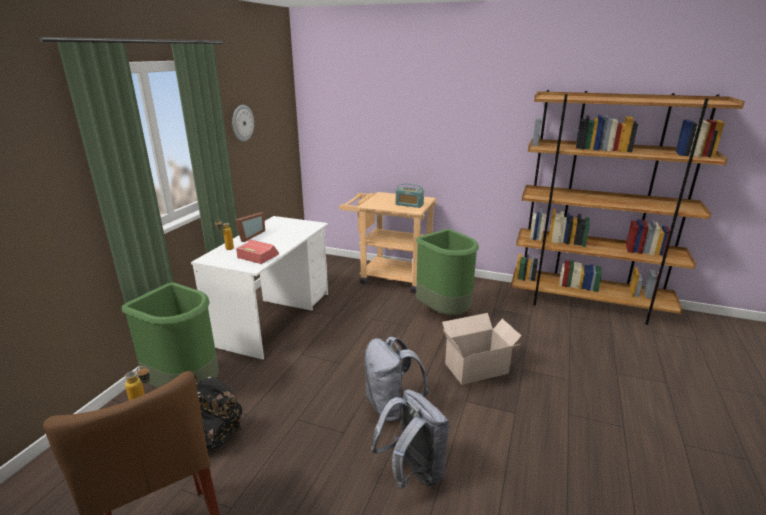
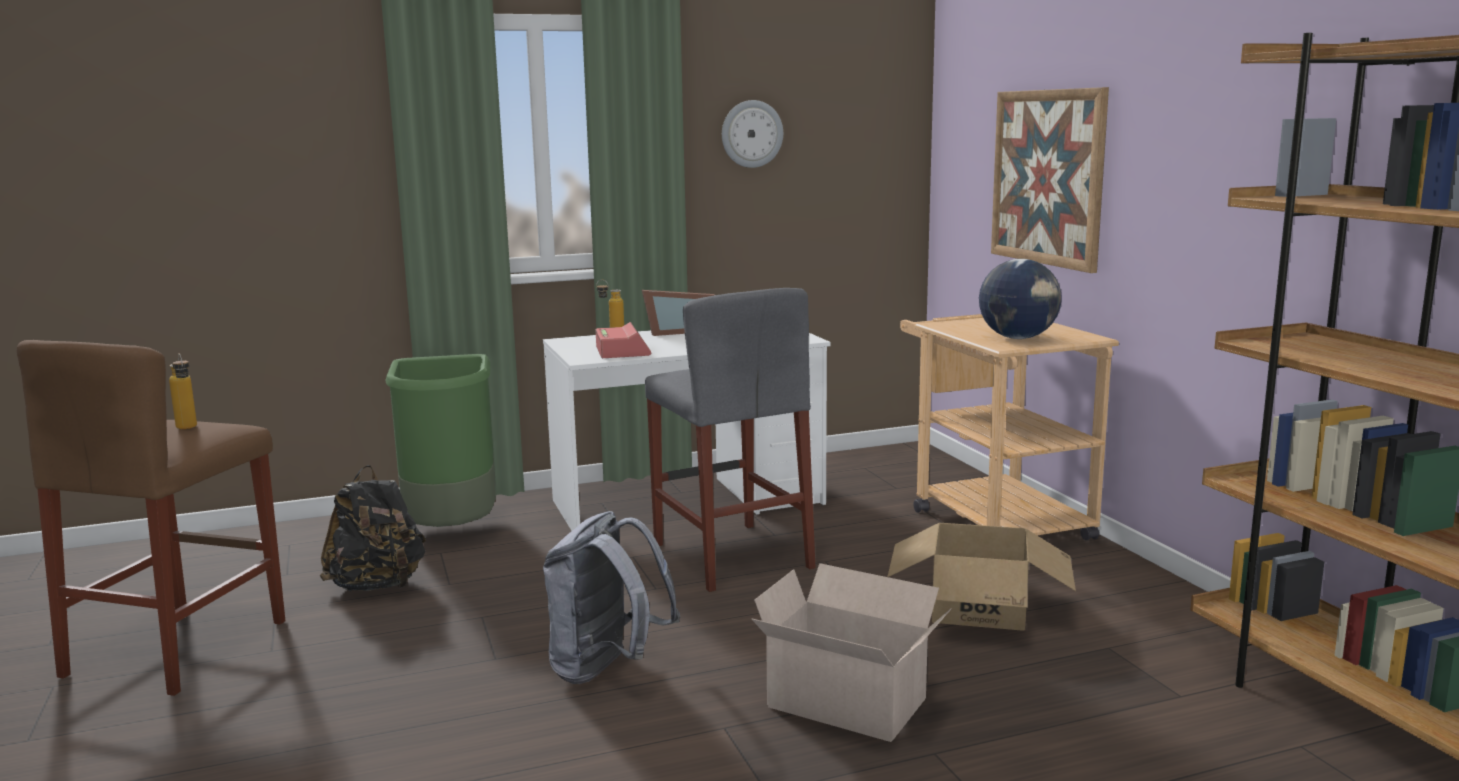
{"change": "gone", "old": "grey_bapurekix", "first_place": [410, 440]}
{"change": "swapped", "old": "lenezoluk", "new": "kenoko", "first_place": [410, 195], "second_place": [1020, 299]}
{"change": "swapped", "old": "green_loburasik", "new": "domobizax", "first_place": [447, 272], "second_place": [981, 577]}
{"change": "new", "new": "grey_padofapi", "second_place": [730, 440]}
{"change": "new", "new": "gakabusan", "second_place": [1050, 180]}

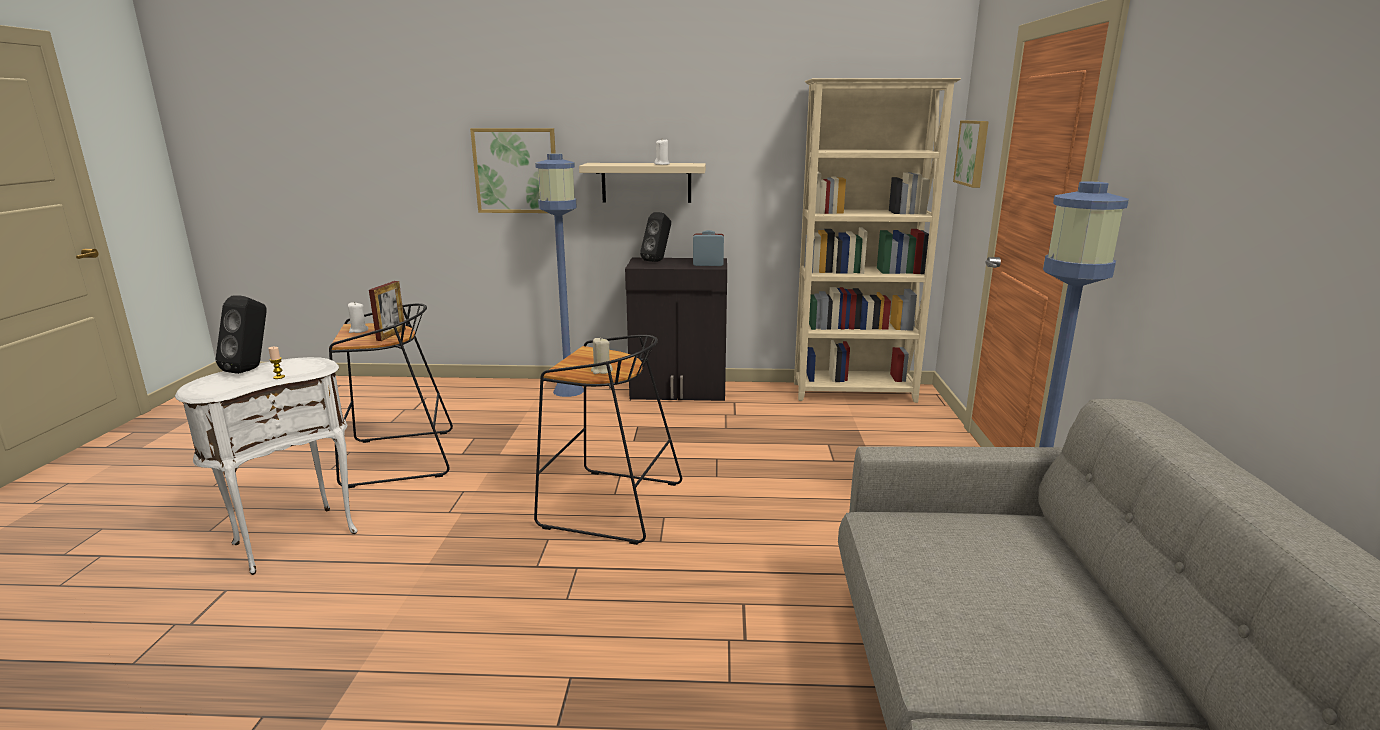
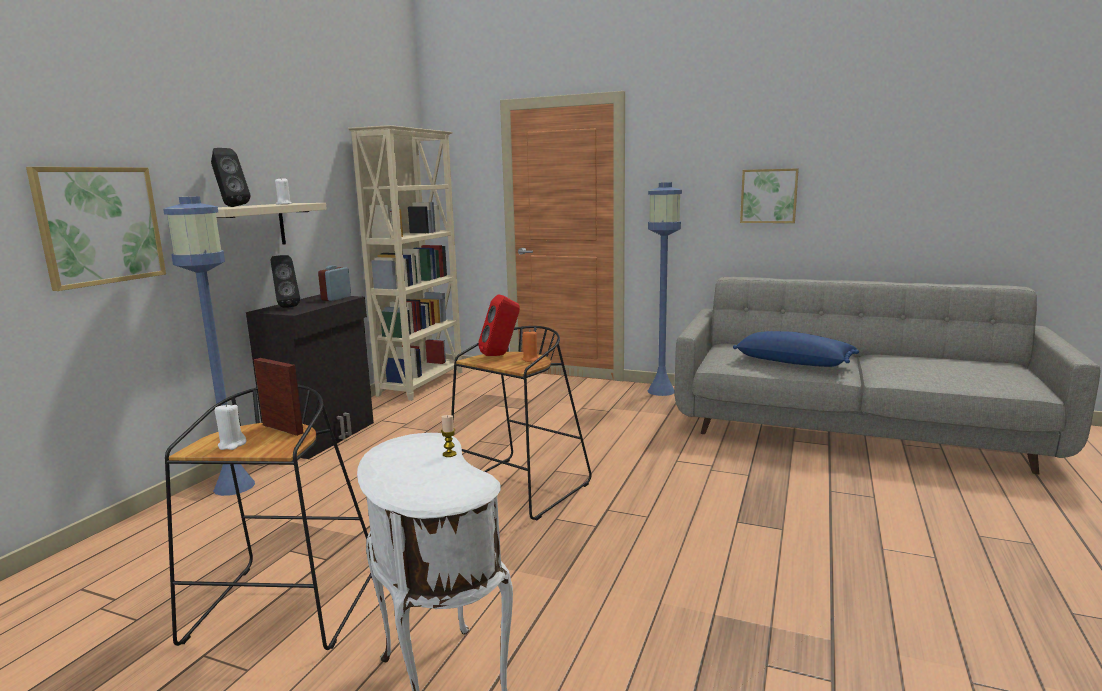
{"change": "shifted", "old": "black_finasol", "first_place": [241, 334], "second_place": [230, 177]}
{"change": "repainted", "old": "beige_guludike", "new": "orange_guludike", "first_place": [602, 355], "second_place": [530, 346]}
{"change": "shifted", "old": "gakabusan", "first_place": [971, 154], "second_place": [769, 195]}
{"change": "new", "new": "red_finasol", "second_place": [499, 325]}
{"change": "new", "new": "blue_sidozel", "second_place": [796, 349]}

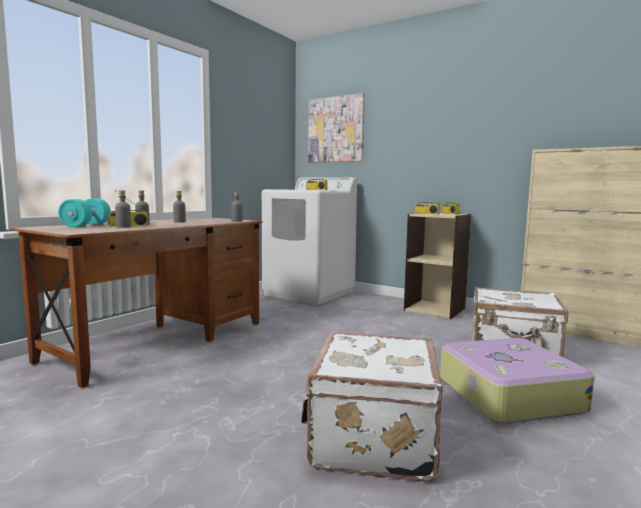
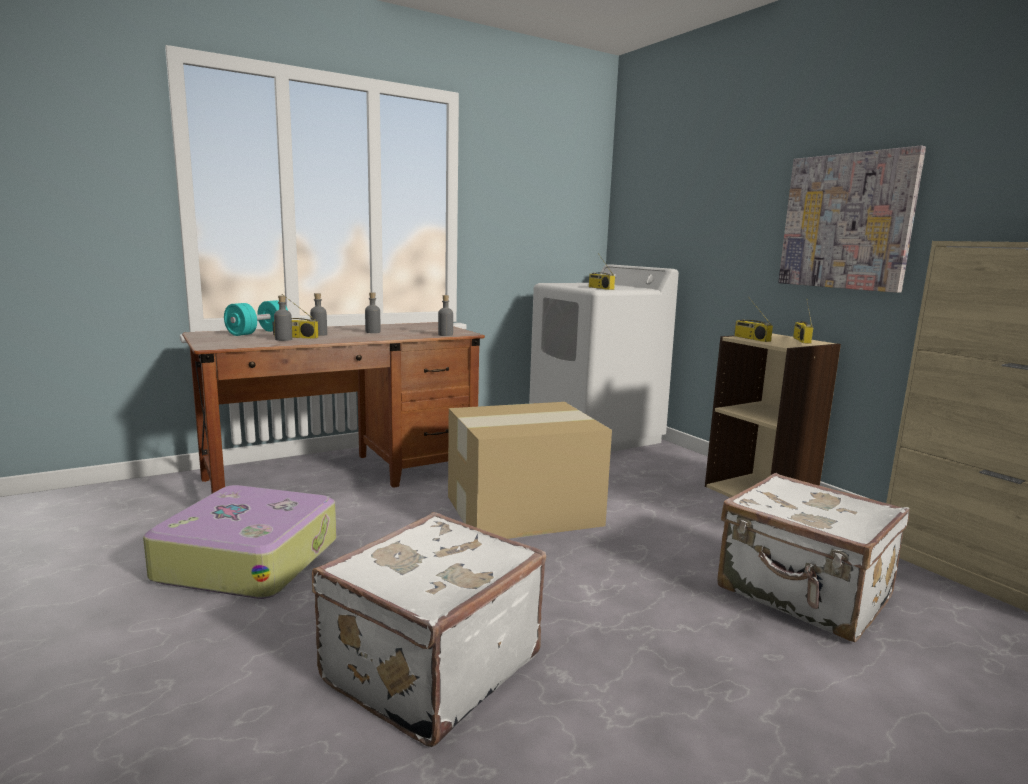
{"change": "shifted", "old": "gakabusan", "first_place": [336, 128], "second_place": [852, 219]}
{"change": "shifted", "old": "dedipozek", "first_place": [517, 381], "second_place": [240, 542]}
{"change": "new", "new": "domobizax", "second_place": [530, 470]}

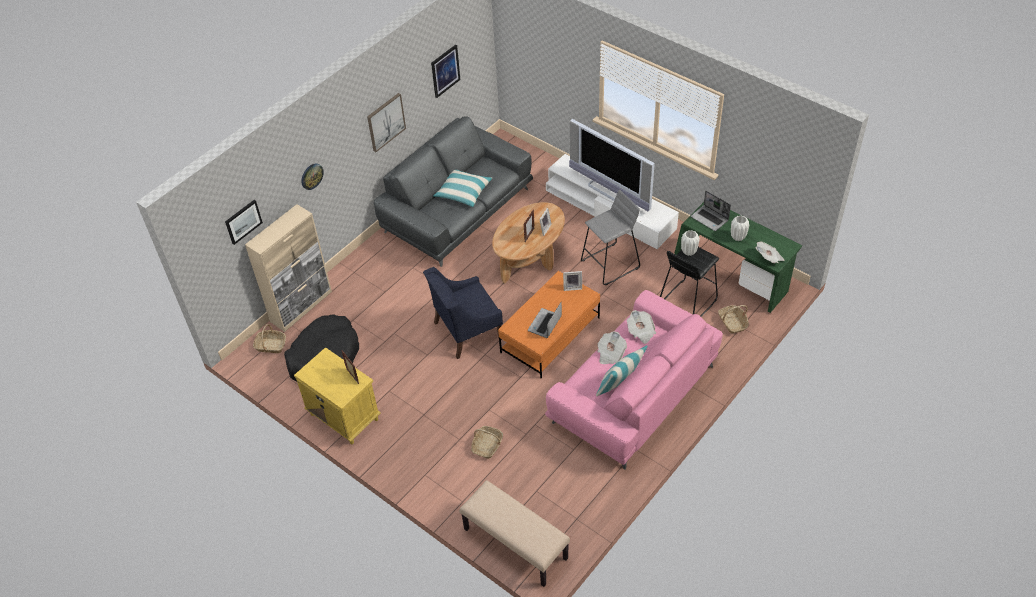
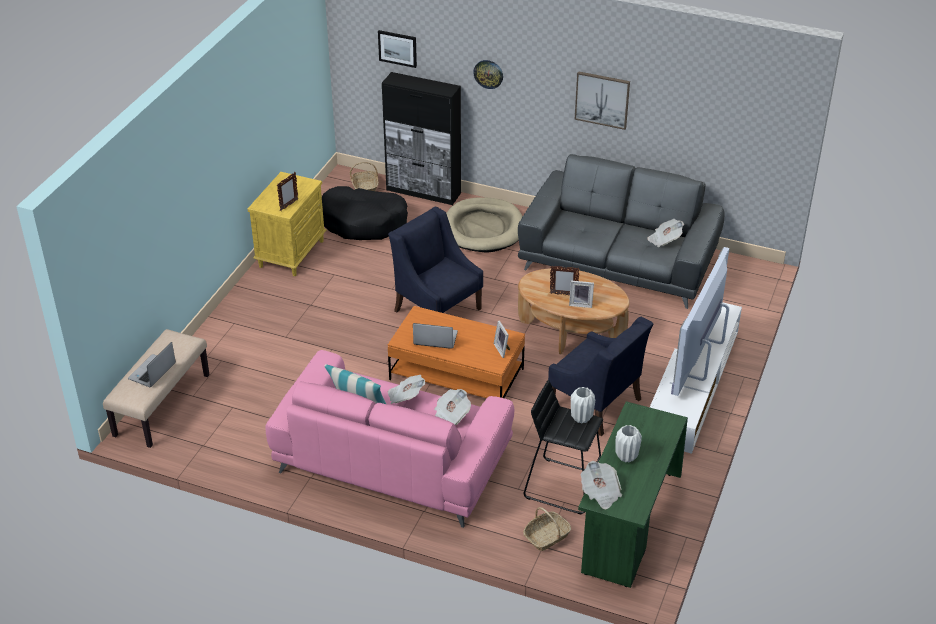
{"change": "repainted", "old": "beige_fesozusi", "new": "black_fesozusi", "first_place": [288, 268], "second_place": [421, 138]}
{"change": "gone", "old": "gakabusan", "first_place": [445, 71]}
{"change": "gone", "old": "sidozel", "first_place": [462, 188]}
{"change": "gone", "old": "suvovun", "first_place": [487, 442]}
{"change": "swapped", "old": "grey_padofapi", "new": "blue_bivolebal", "first_place": [610, 237], "second_place": [600, 376]}
{"change": "shifted", "old": "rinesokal", "first_place": [711, 211], "second_place": [152, 364]}
{"change": "new", "new": "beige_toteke", "second_place": [484, 225]}
{"change": "new", "new": "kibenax", "second_place": [665, 233]}

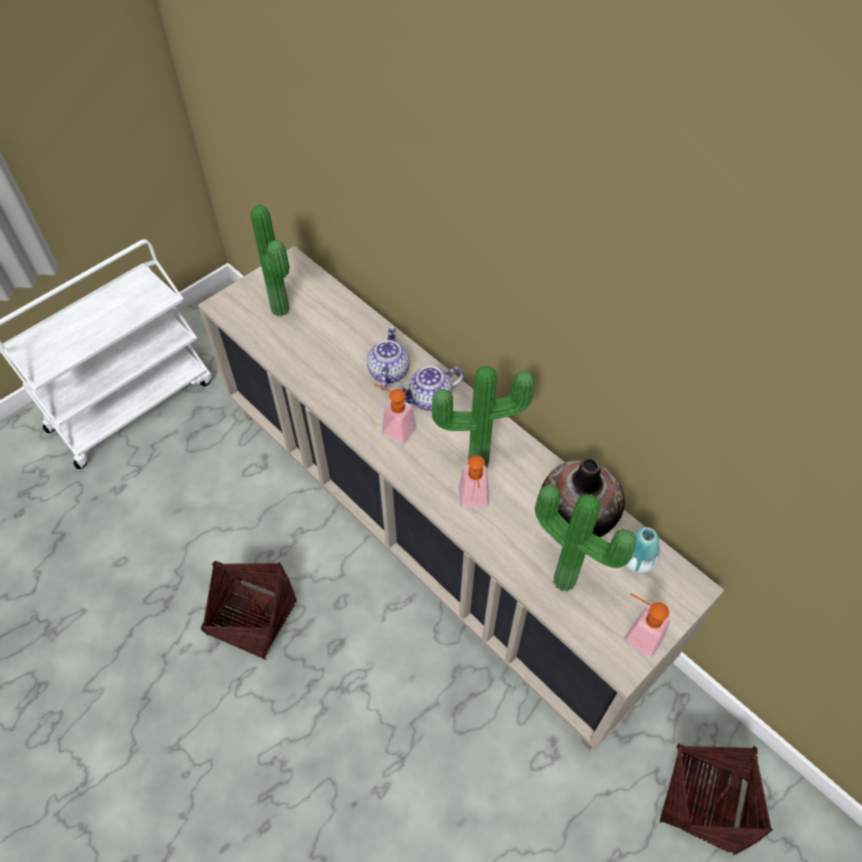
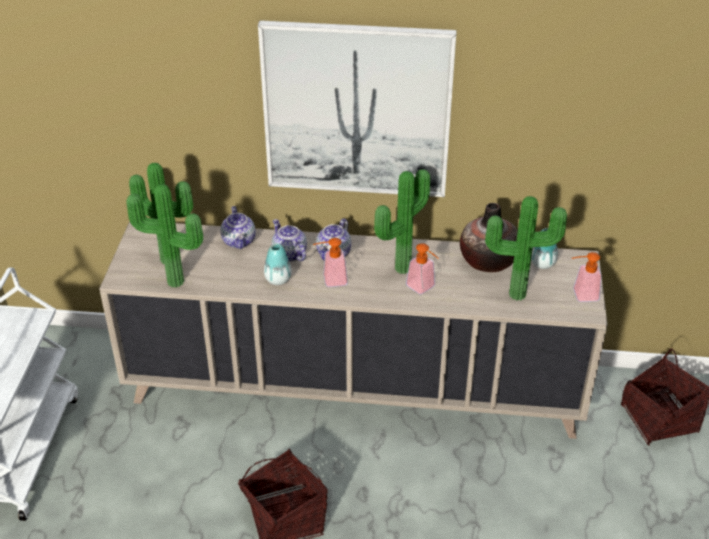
{"change": "new", "new": "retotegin", "second_place": [164, 236]}
{"change": "new", "new": "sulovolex", "second_place": [238, 227]}
{"change": "new", "new": "gakabusan", "second_place": [357, 108]}
{"change": "new", "new": "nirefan", "second_place": [278, 264]}

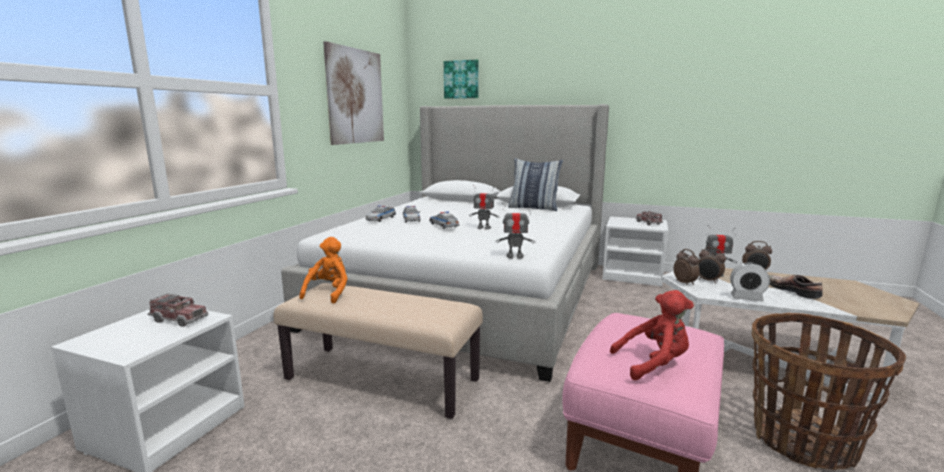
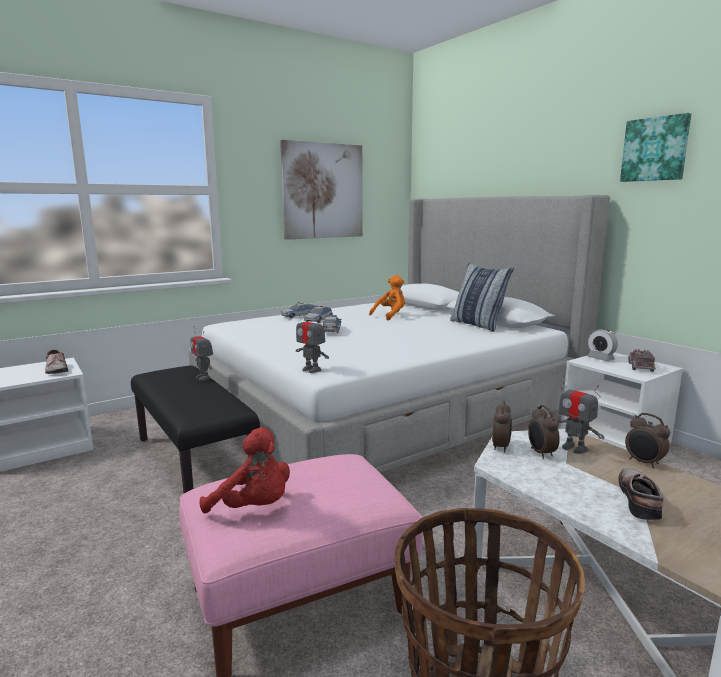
{"change": "swapped", "old": "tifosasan", "new": "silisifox", "first_place": [178, 310], "second_place": [57, 361]}
{"change": "repainted", "old": "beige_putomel", "new": "black_putomel", "first_place": [378, 351], "second_place": [195, 429]}
{"change": "shifted", "old": "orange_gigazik", "first_place": [323, 270], "second_place": [387, 297]}
{"change": "shifted", "old": "gakabusan", "first_place": [461, 79], "second_place": [655, 147]}
{"change": "shifted", "old": "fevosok", "first_place": [484, 207], "second_place": [202, 353]}
{"change": "shifted", "old": "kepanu", "first_place": [750, 282], "second_place": [602, 345]}

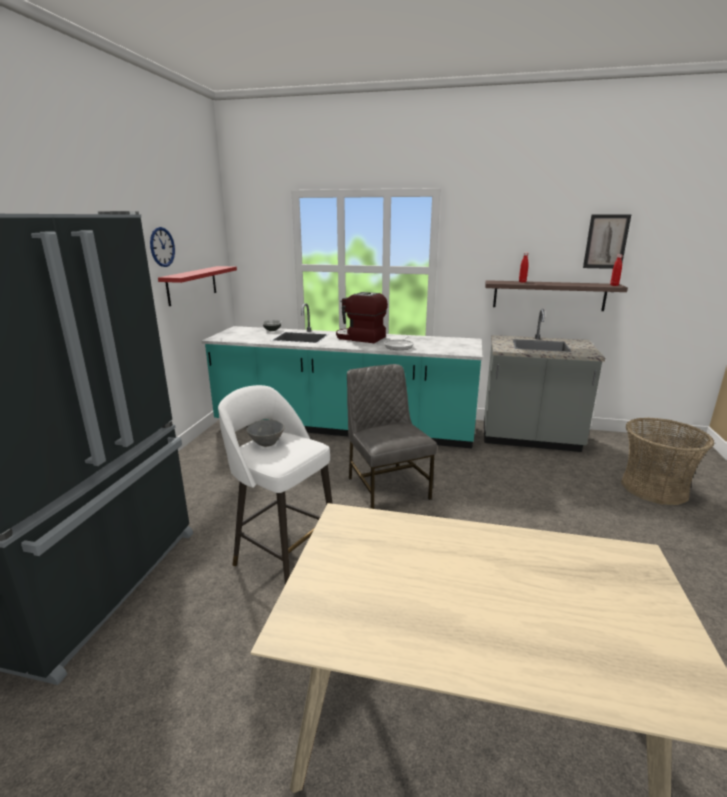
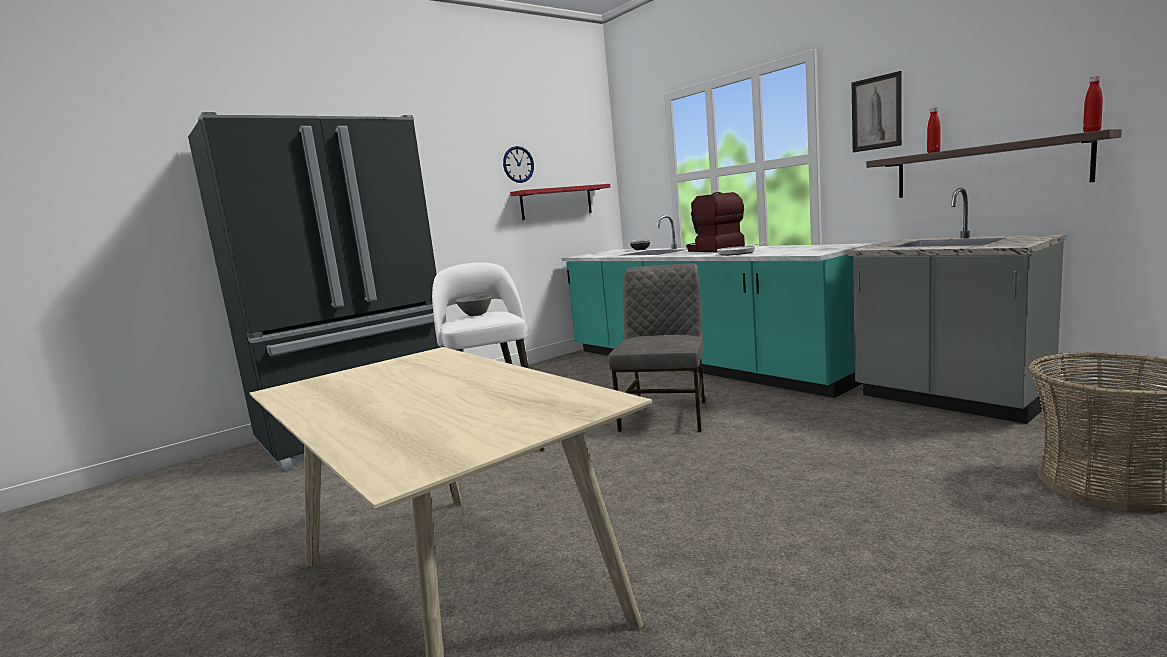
{"change": "shifted", "old": "gakabusan", "first_place": [607, 242], "second_place": [877, 111]}

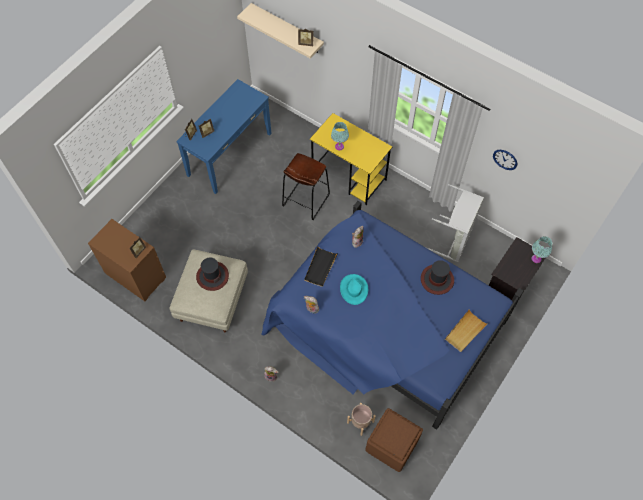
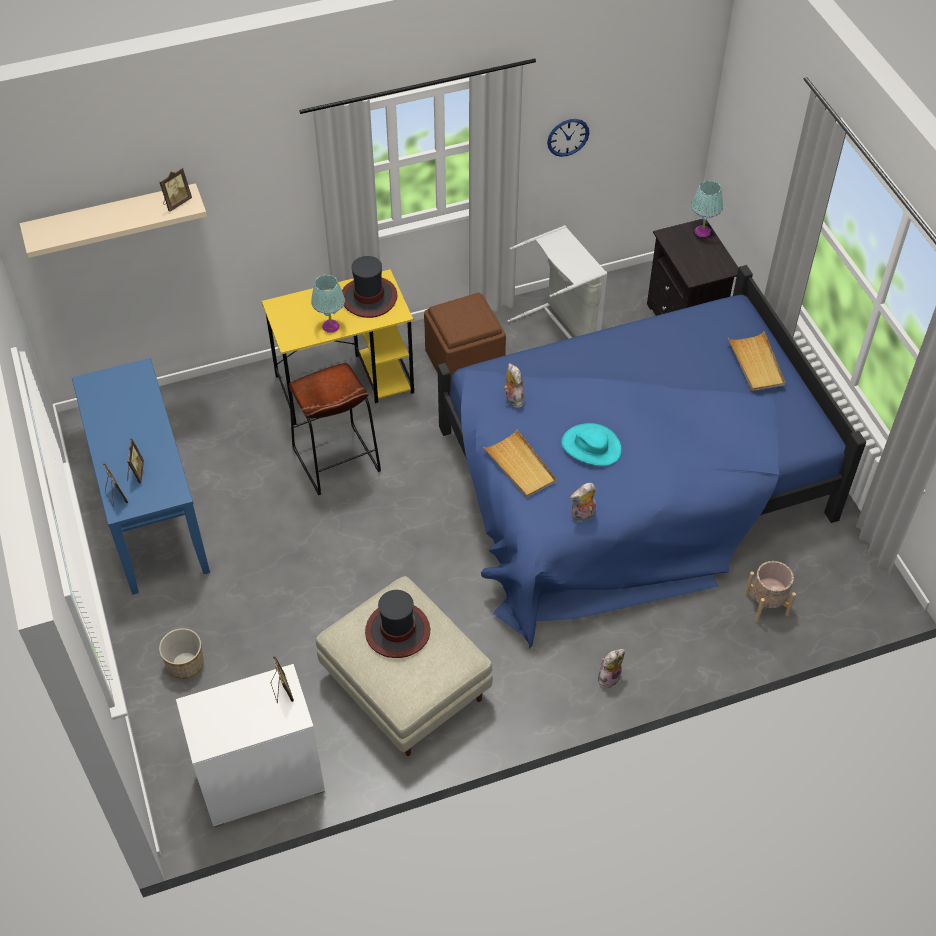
{"change": "repainted", "old": "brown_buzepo", "new": "white_buzepo", "first_place": [127, 260], "second_place": [250, 745]}
{"change": "repainted", "old": "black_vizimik", "new": "beige_vizimik", "first_place": [321, 266], "second_place": [520, 463]}
{"change": "shifted", "old": "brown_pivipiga", "first_place": [394, 440], "second_place": [465, 338]}
{"change": "shifted", "old": "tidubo", "first_place": [437, 277], "second_place": [369, 287]}
{"change": "new", "new": "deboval", "second_place": [181, 653]}

